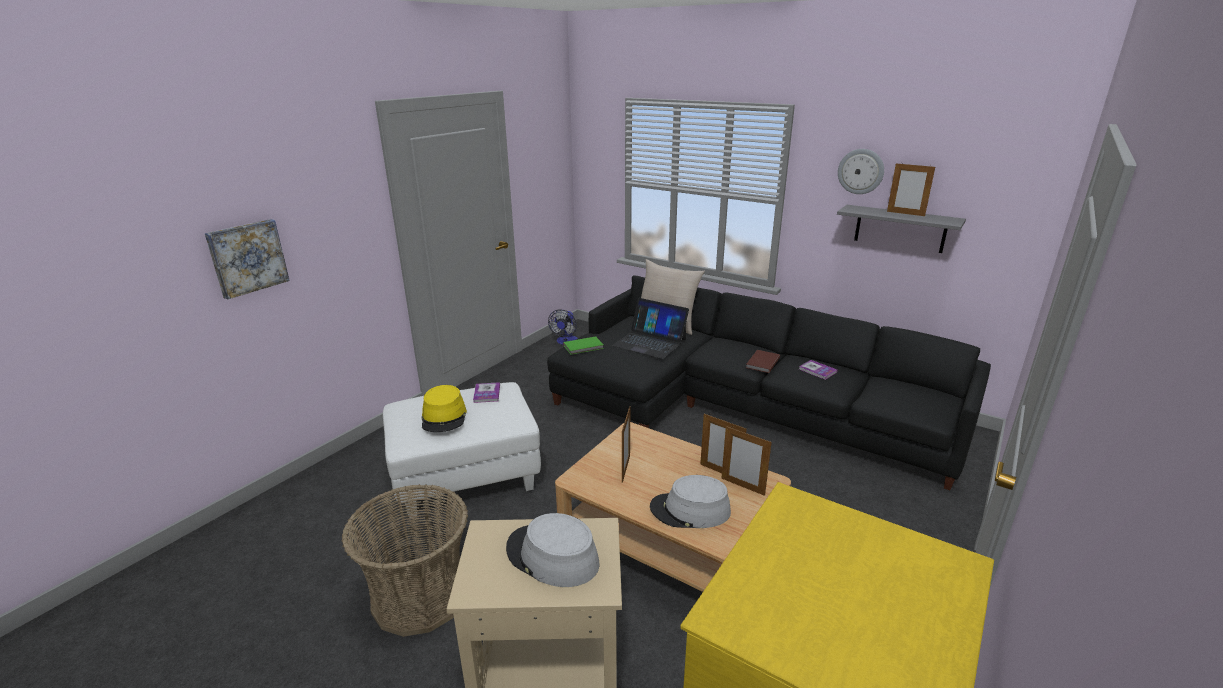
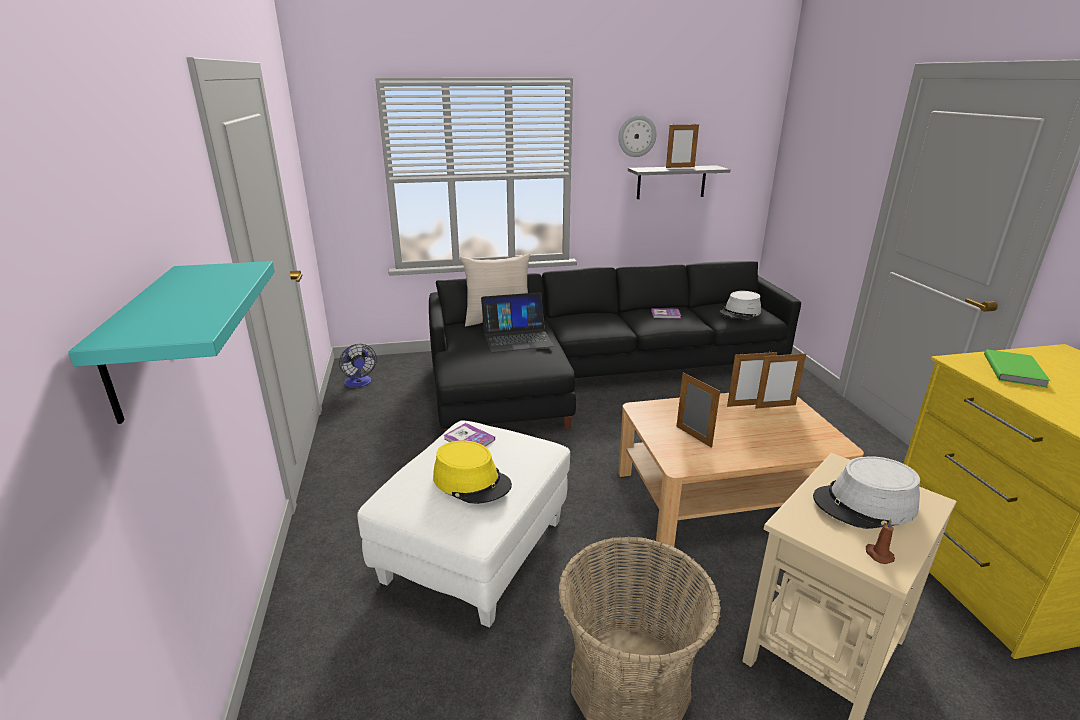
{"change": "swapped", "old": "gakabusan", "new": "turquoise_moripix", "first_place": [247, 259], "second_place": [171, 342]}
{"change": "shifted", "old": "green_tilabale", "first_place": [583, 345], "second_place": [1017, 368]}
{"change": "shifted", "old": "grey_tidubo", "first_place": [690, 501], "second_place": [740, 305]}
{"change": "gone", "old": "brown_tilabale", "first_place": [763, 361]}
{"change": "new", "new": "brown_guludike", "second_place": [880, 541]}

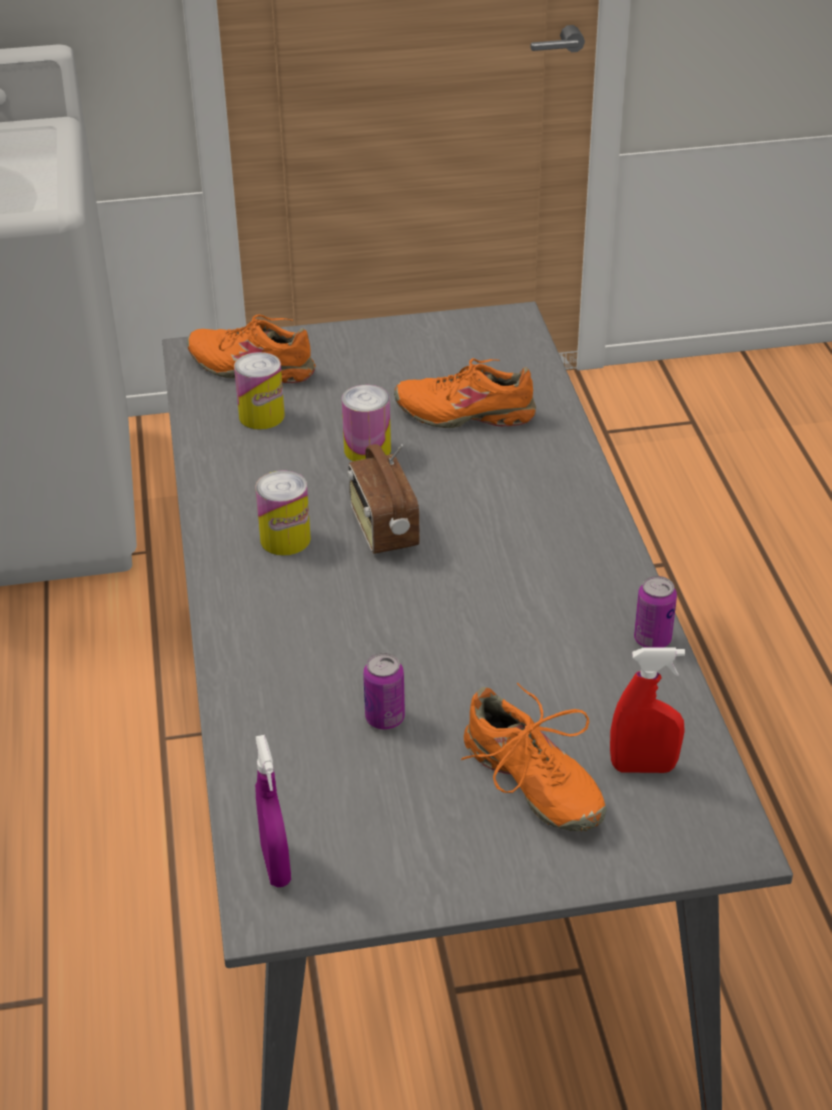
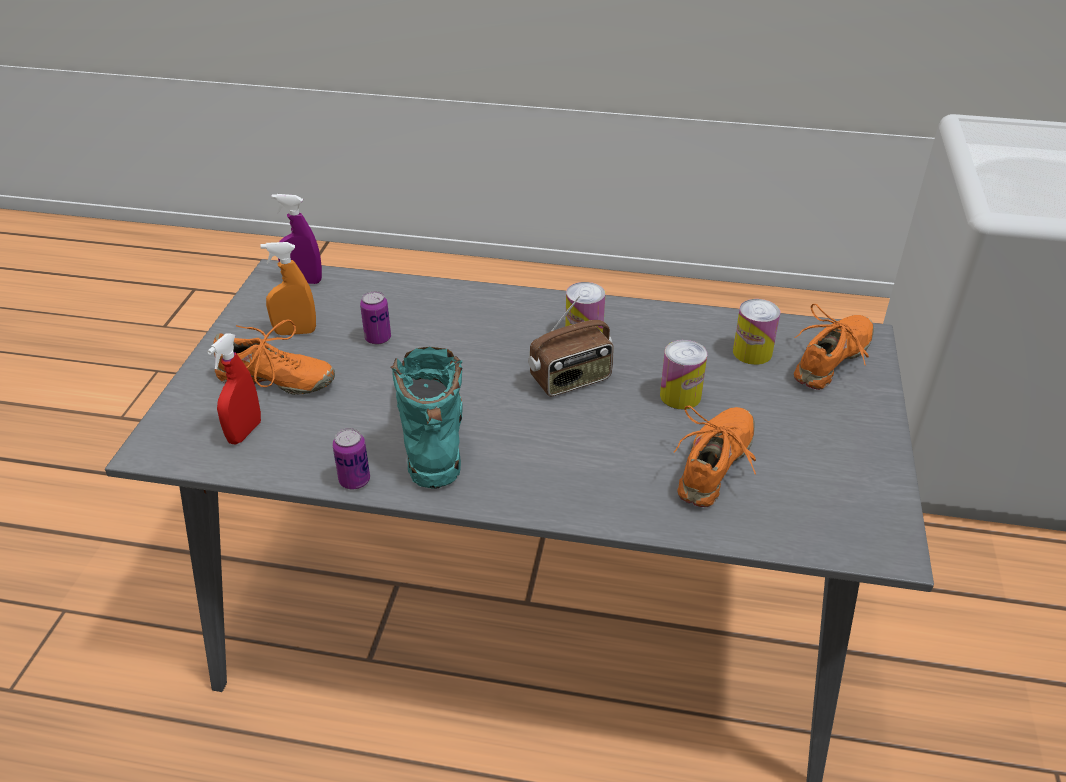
{"change": "rotated", "old": "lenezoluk", "first_place": [383, 499], "second_place": [571, 346], "degrees": 150}
{"change": "rotated", "old": "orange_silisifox", "first_place": [534, 757], "second_place": [274, 357], "degrees": -150}
{"change": "new", "new": "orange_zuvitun", "second_place": [288, 288]}
{"change": "new", "new": "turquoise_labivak", "second_place": [426, 418]}

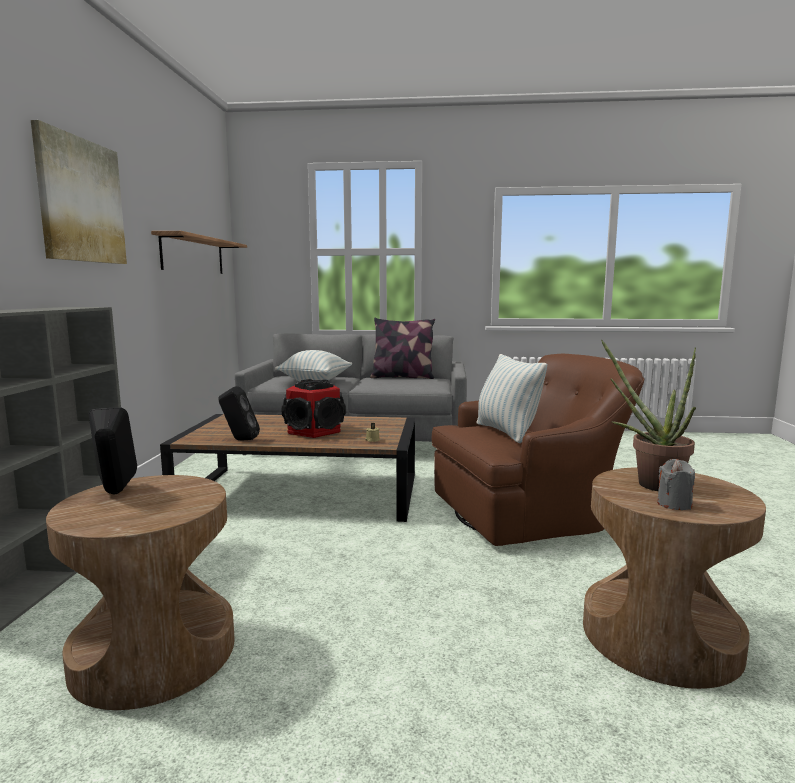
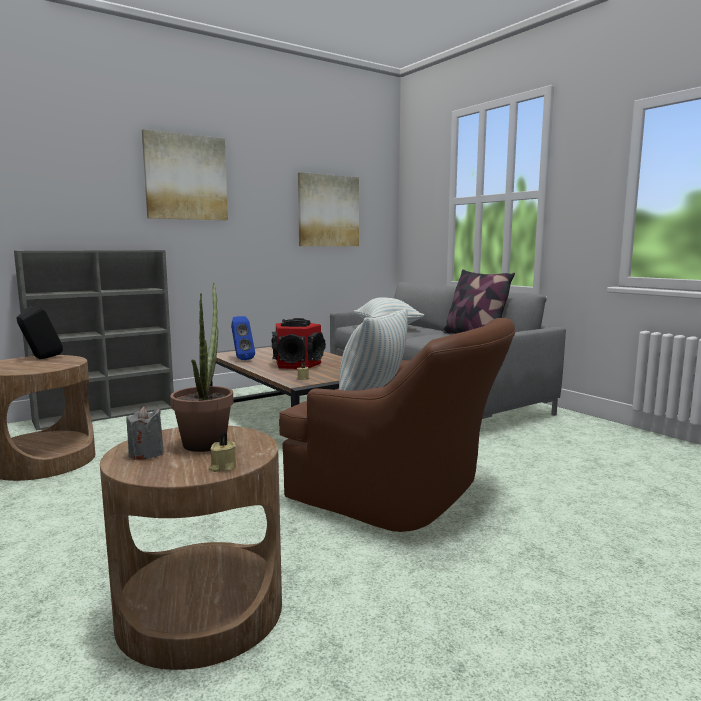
{"change": "swapped", "old": "moripix", "new": "gakabusan", "first_place": [199, 252], "second_place": [328, 209]}
{"change": "repainted", "old": "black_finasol", "new": "blue_finasol", "first_place": [239, 413], "second_place": [243, 338]}
{"change": "new", "new": "beige_guludike", "second_place": [222, 452]}

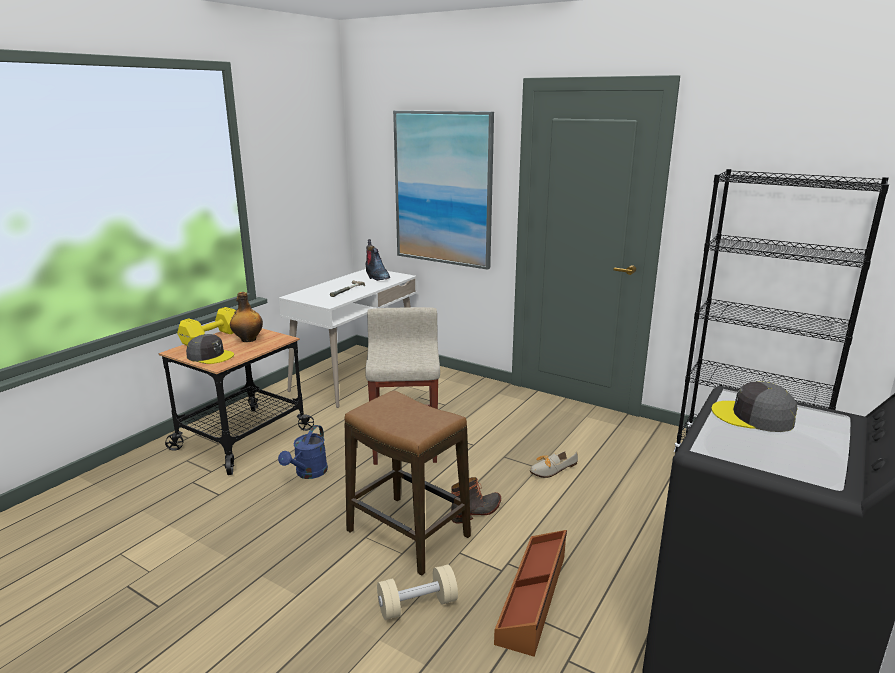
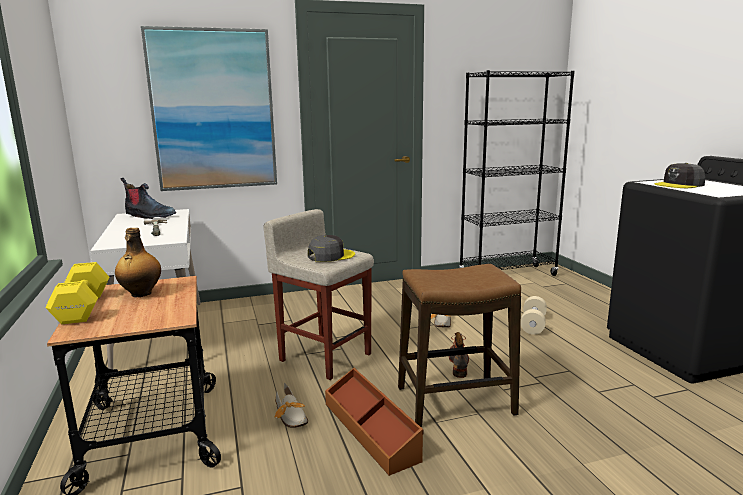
{"change": "shifted", "old": "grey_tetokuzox", "first_place": [210, 349], "second_place": [331, 248]}
{"change": "swapped", "old": "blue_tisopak", "new": "silisifox", "first_place": [303, 452], "second_place": [291, 405]}
{"change": "shifted", "old": "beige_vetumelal", "first_place": [417, 592], "second_place": [534, 315]}
{"change": "shifted", "old": "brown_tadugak", "first_place": [530, 593], "second_place": [374, 422]}

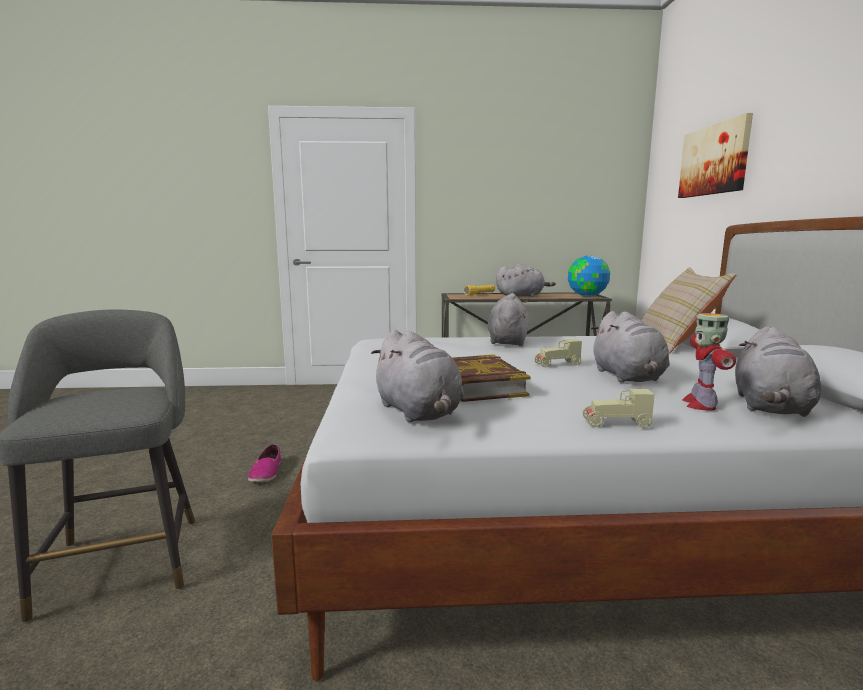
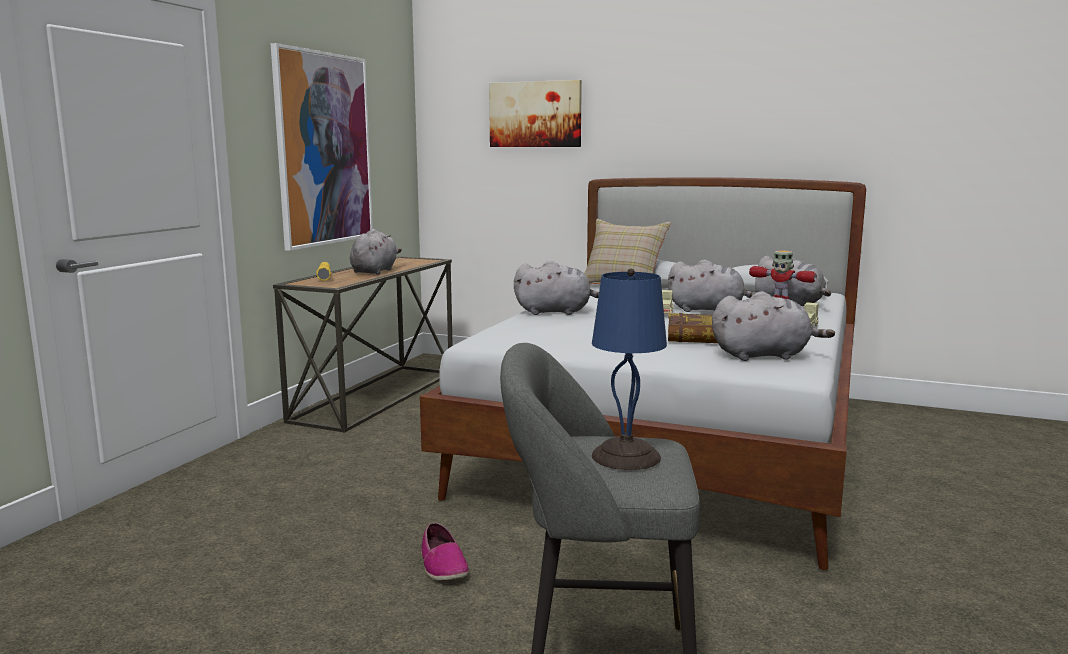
{"change": "rotated", "old": "silisifox", "first_place": [264, 463], "second_place": [445, 552], "degrees": 45}
{"change": "rotated", "old": "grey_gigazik", "first_place": [508, 319], "second_place": [556, 288], "degrees": 150}
{"change": "gone", "old": "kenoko", "first_place": [589, 275]}
{"change": "new", "new": "gakabusan", "second_place": [322, 147]}
{"change": "new", "new": "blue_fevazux", "second_place": [629, 369]}

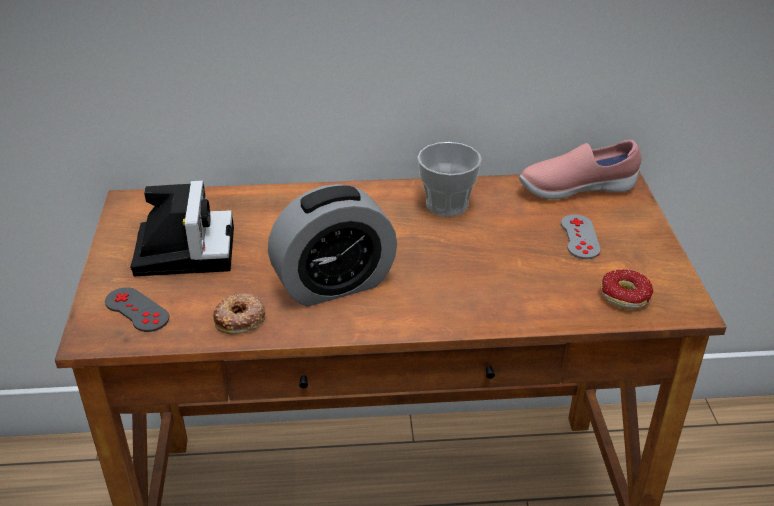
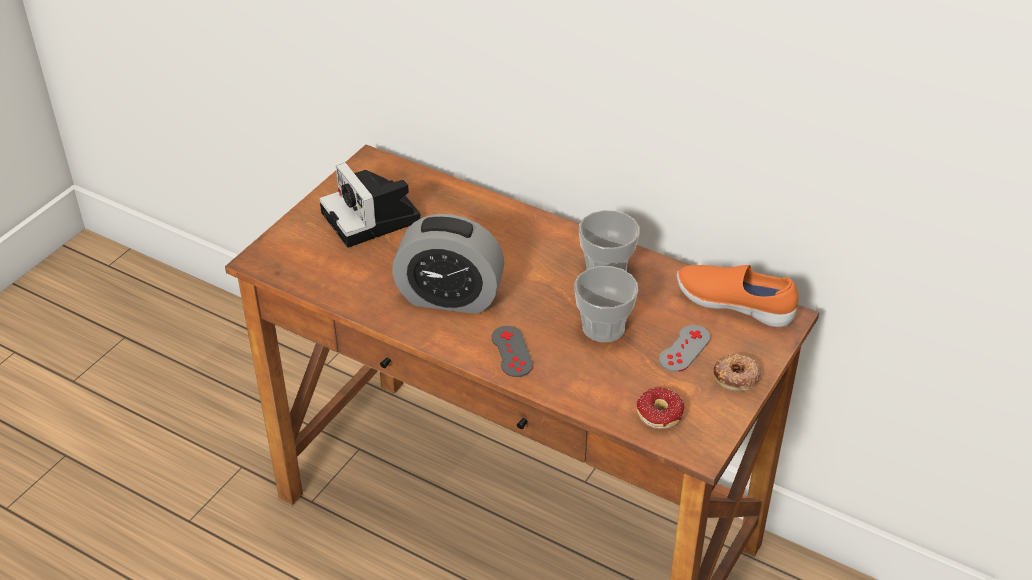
{"change": "shifted", "old": "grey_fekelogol", "first_place": [137, 309], "second_place": [512, 351]}
{"change": "rotated", "old": "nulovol", "first_place": [182, 228], "second_place": [370, 205], "degrees": 120}
{"change": "shifted", "old": "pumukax", "first_place": [239, 313], "second_place": [737, 372]}
{"change": "repainted", "old": "pink_silisifox", "new": "orange_silisifox", "first_place": [580, 169], "second_place": [738, 296]}
{"change": "new", "new": "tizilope", "second_place": [606, 304]}

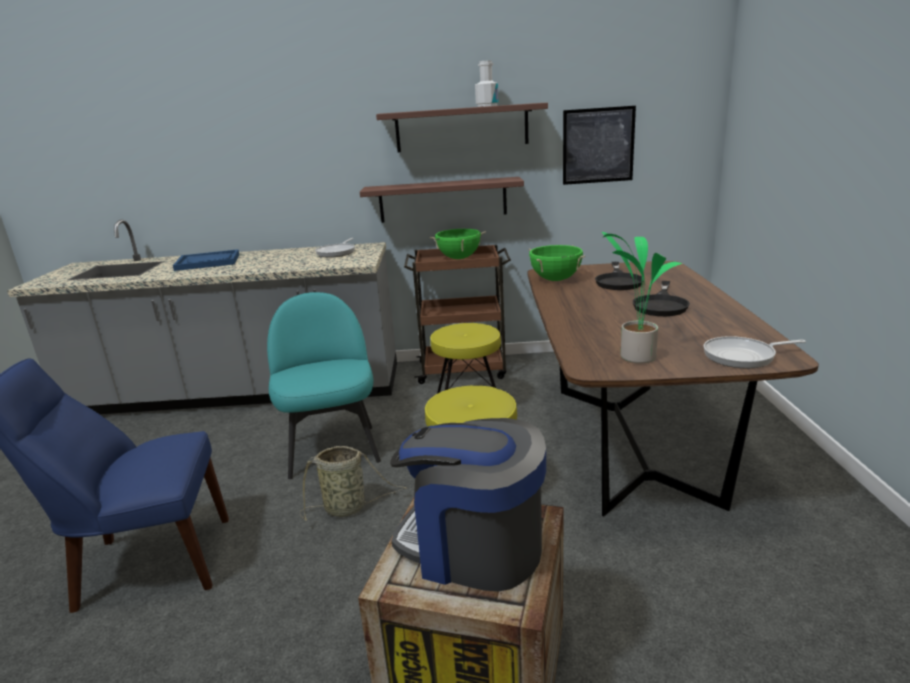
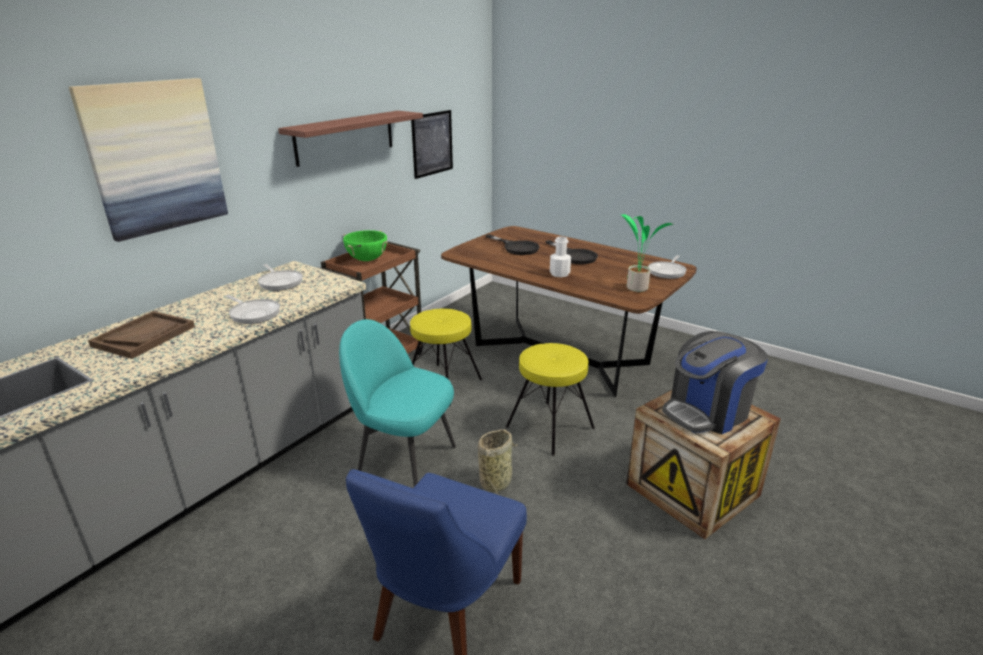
{"change": "repainted", "old": "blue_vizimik", "new": "brown_vizimik", "first_place": [206, 260], "second_place": [141, 335]}
{"change": "gone", "old": "moripix", "first_place": [442, 200]}
{"change": "shifted", "old": "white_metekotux", "first_place": [487, 83], "second_place": [560, 257]}
{"change": "gone", "old": "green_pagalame", "first_place": [556, 263]}
{"change": "new", "new": "gakabusan", "second_place": [148, 160]}
{"change": "new", "new": "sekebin", "second_place": [252, 309]}

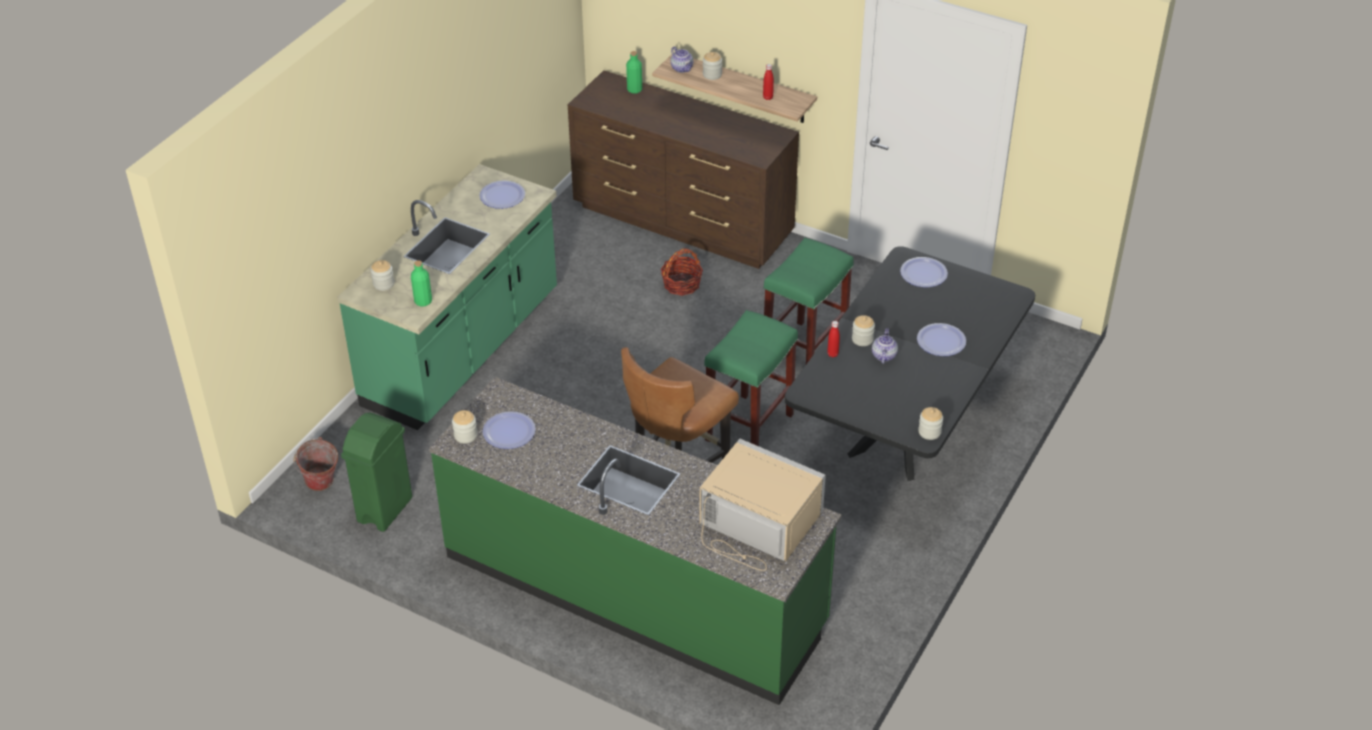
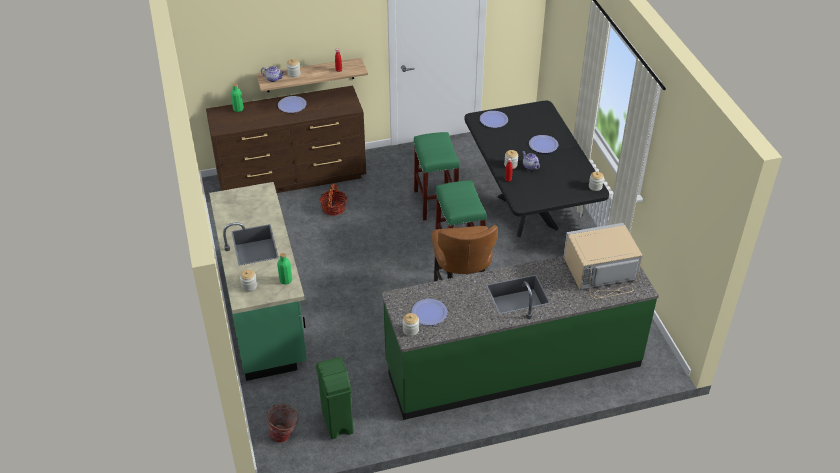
{"change": "shifted", "old": "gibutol", "first_place": [502, 194], "second_place": [292, 104]}

